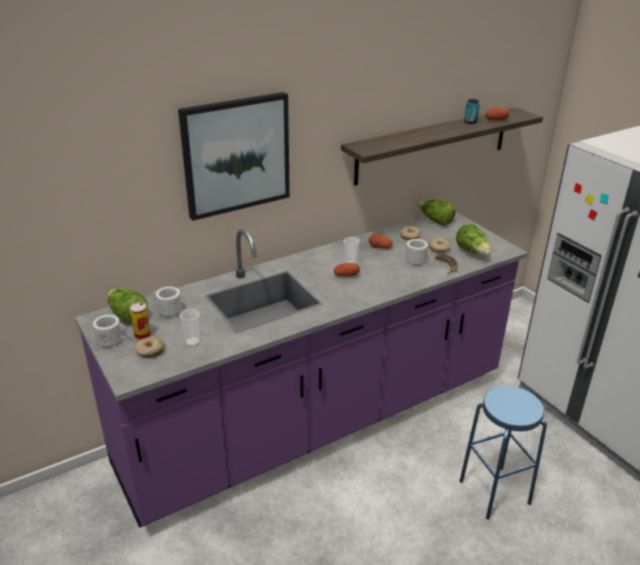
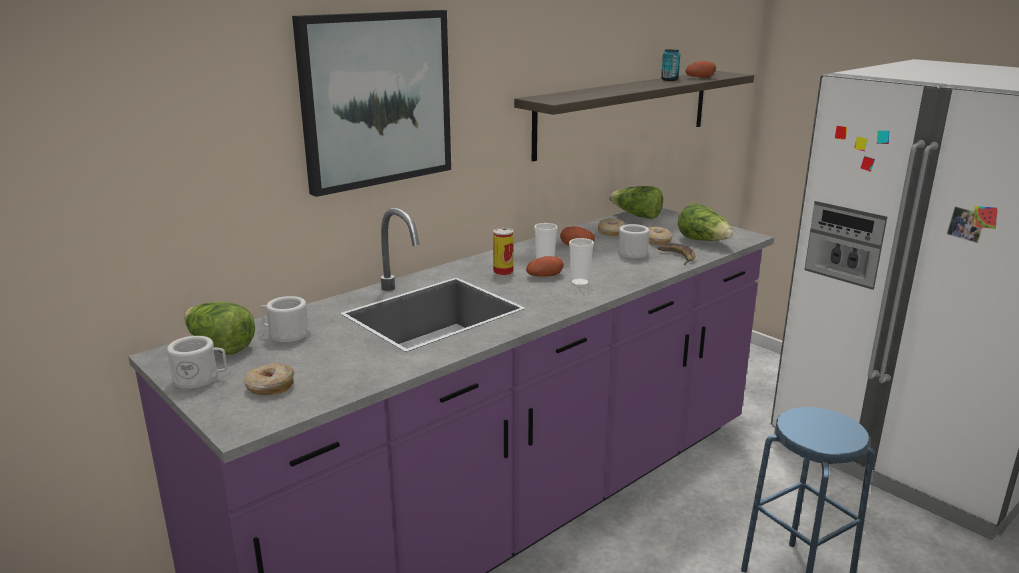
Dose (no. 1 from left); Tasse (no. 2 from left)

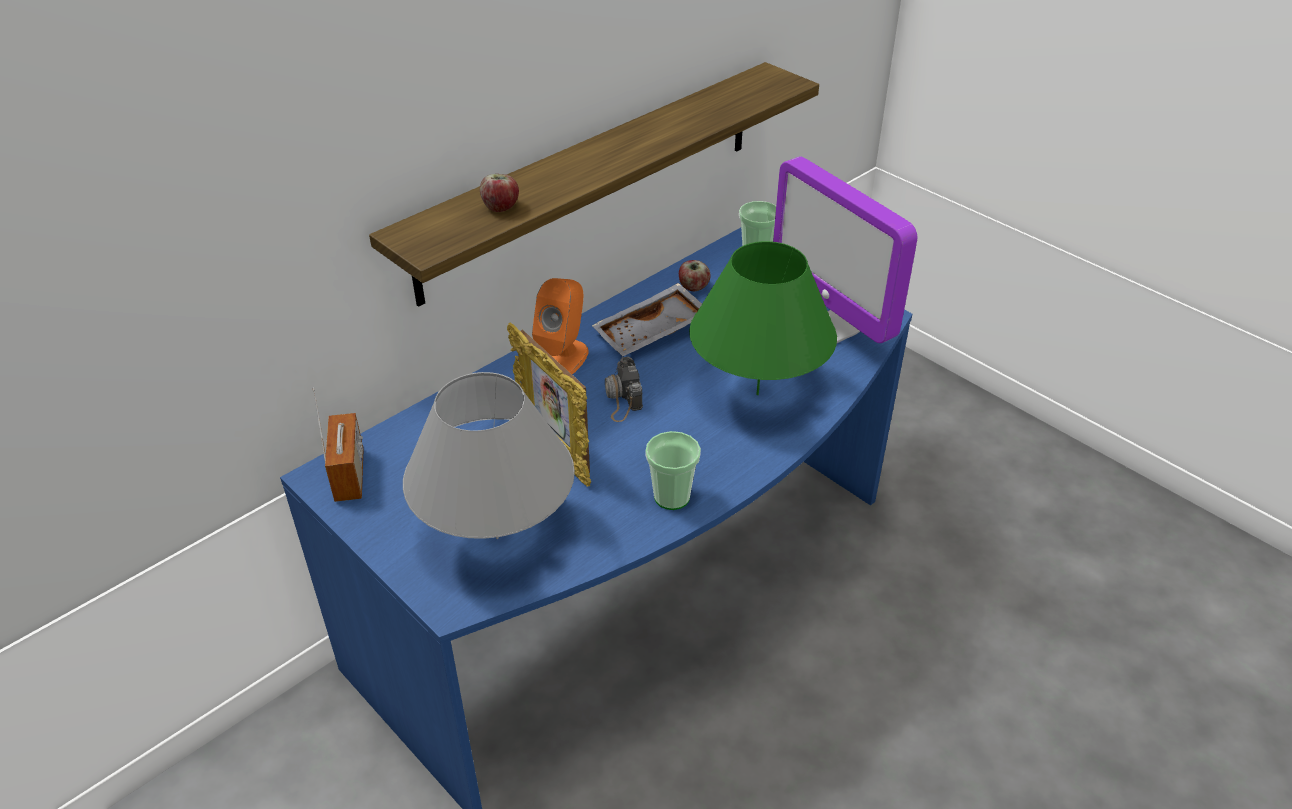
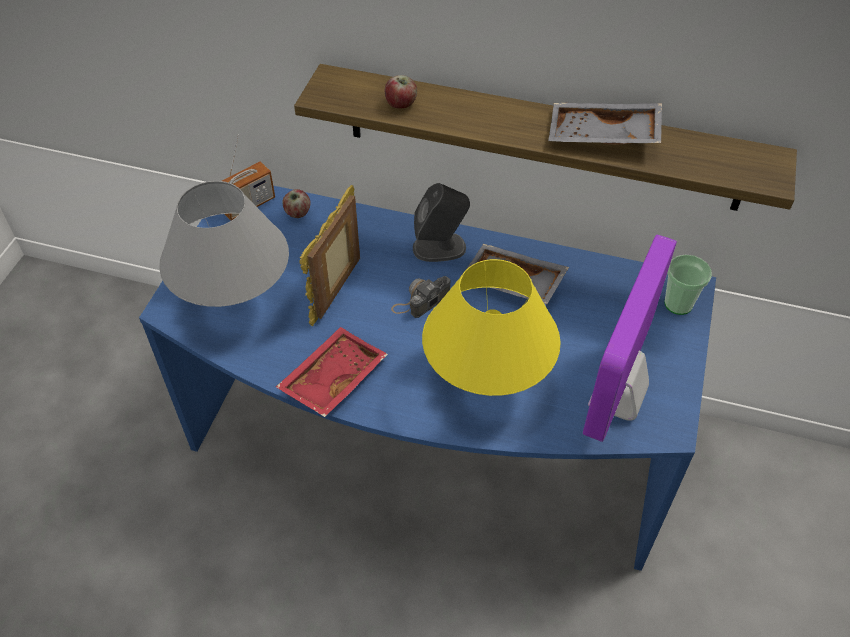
Tablett/grau (no. 2 from left); Apfel (no. 1 from left); Tablett/rot; Lautsprecher/grau; Tischlampe/gelb

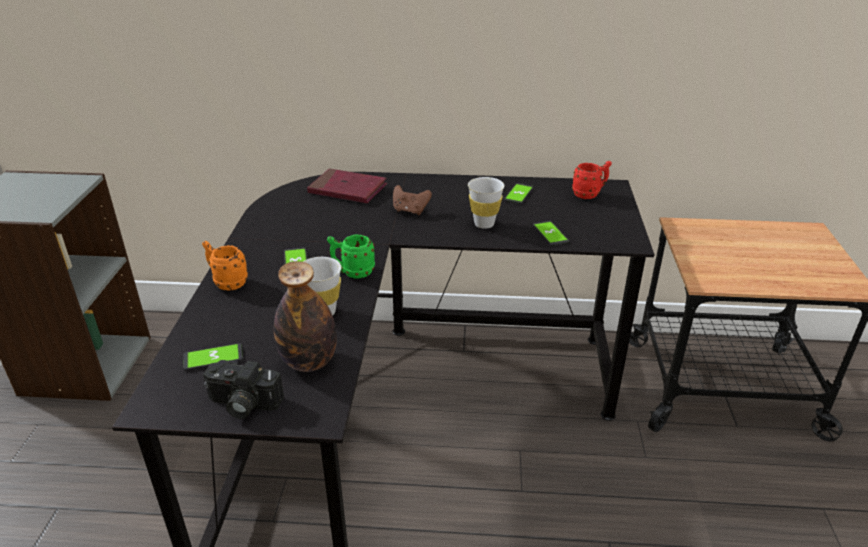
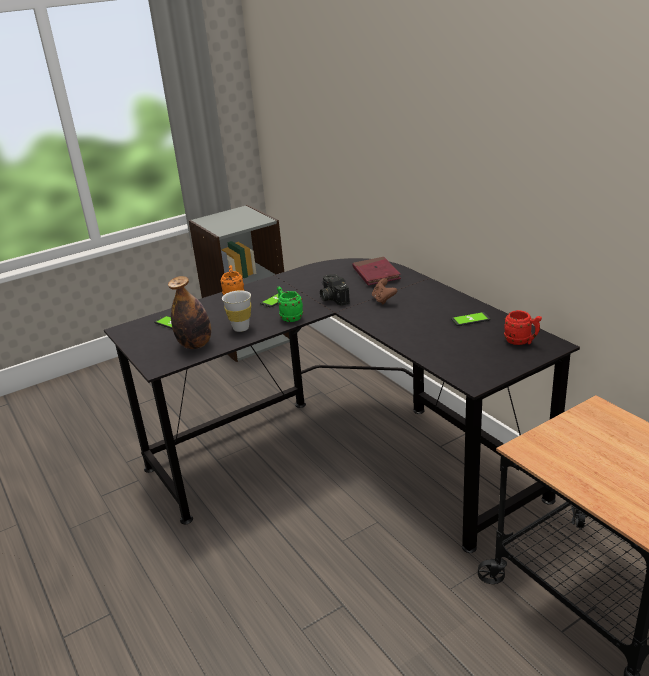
Tasse/weiß (no. 2 from left in the first image); Handy (no. 4 from left in the first image); Kamera

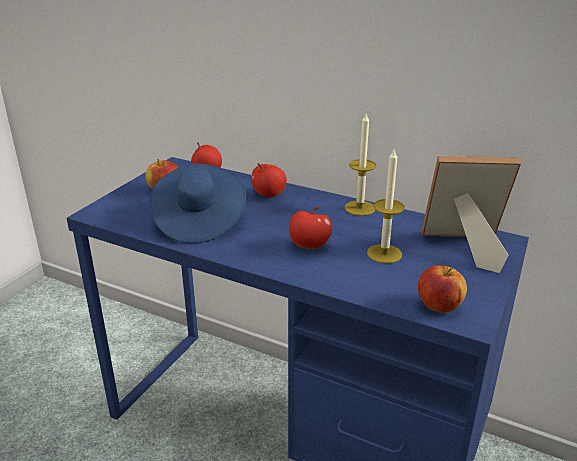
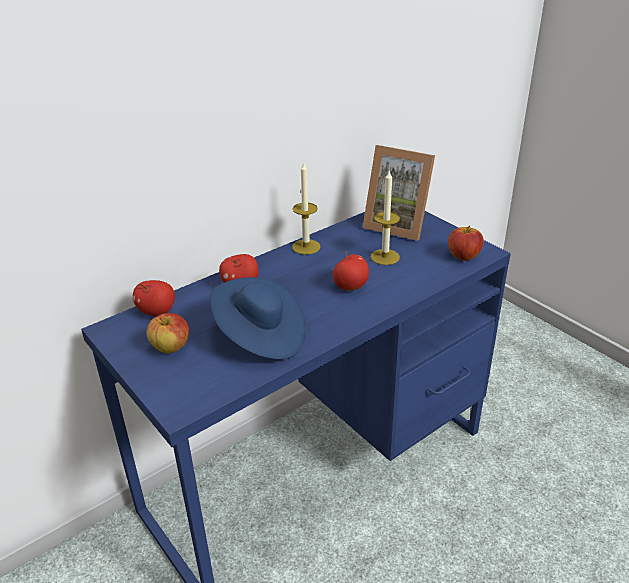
Bilderrahmen

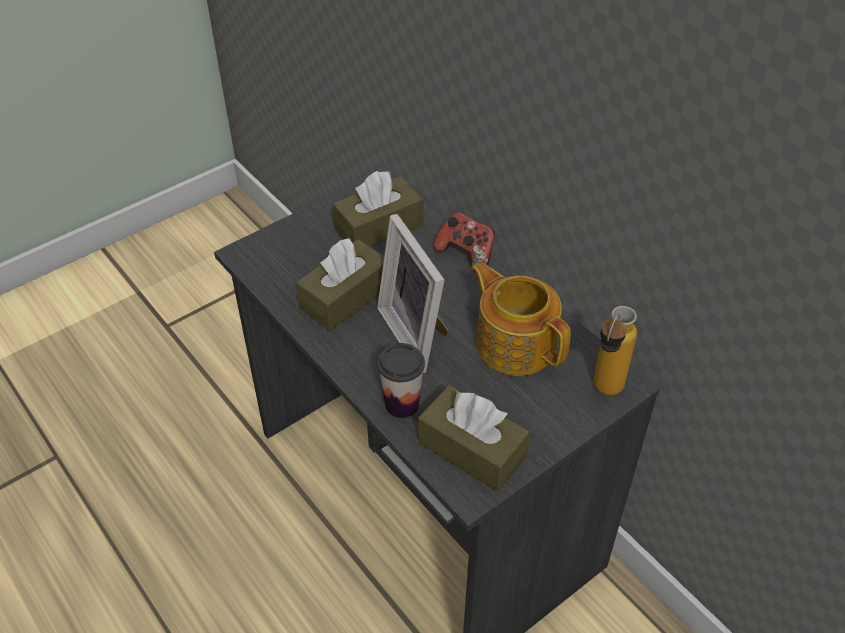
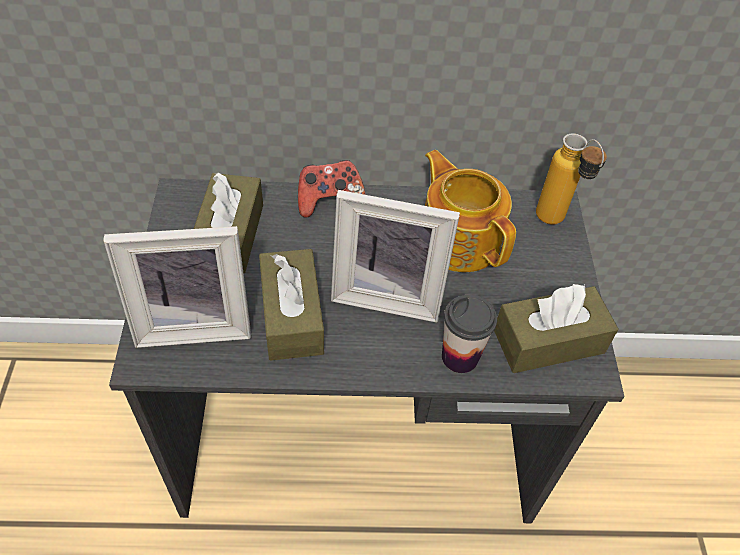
Bilderrahmen (no. 1 from left); Teekanne

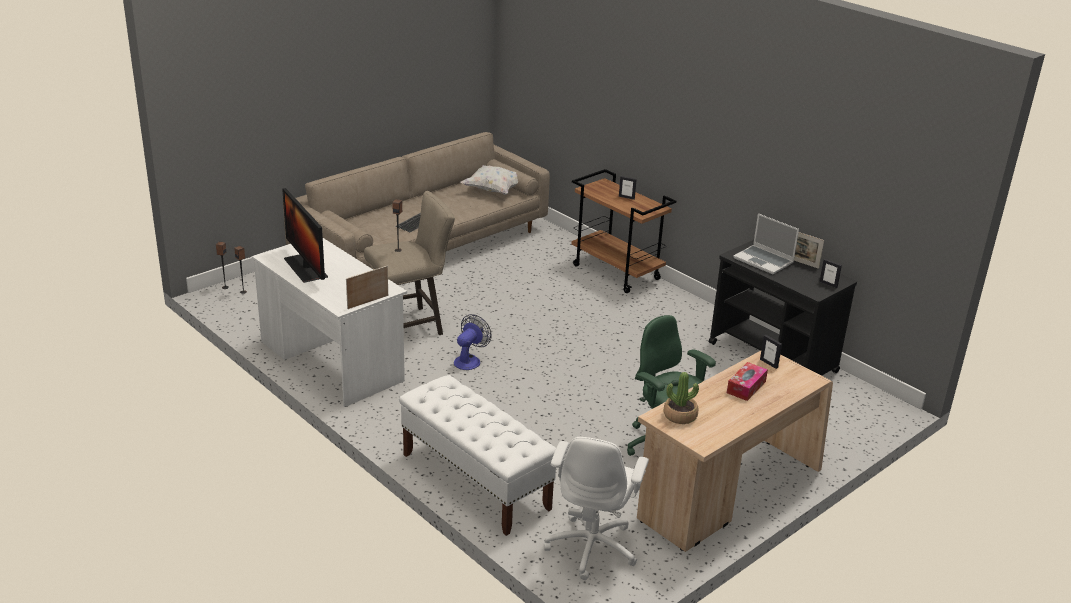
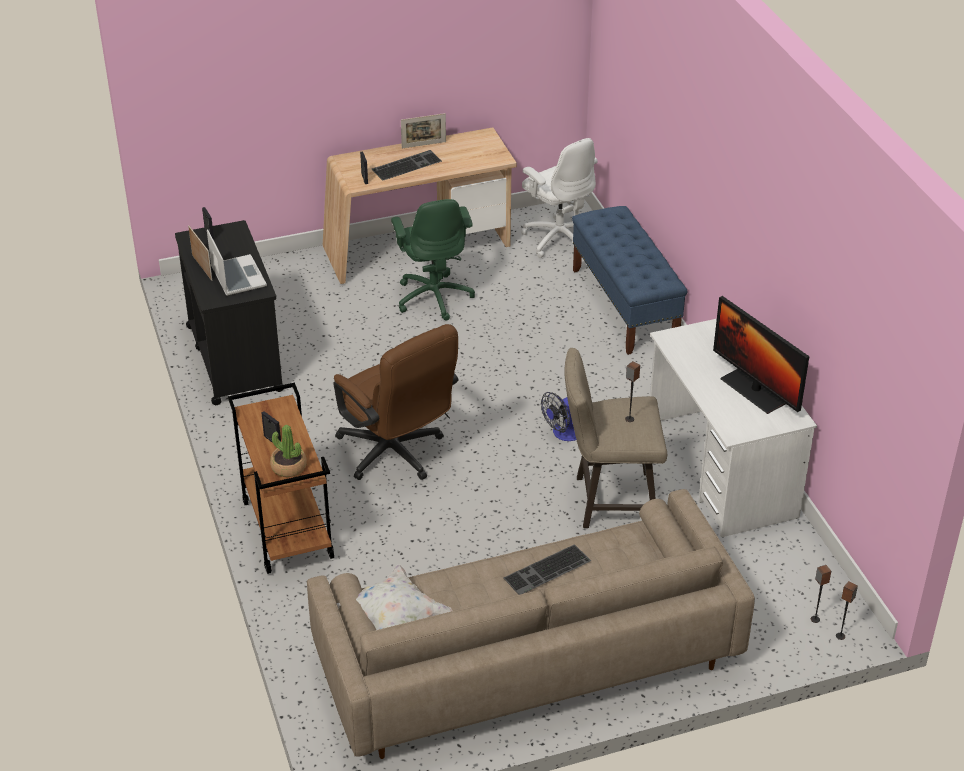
Bürostuhl/braun; Bilderrahmen (no. 5 from left); Topfpflanze; Tastatur (no. 1 from left); Bank/blau; Monitor; Bürostuhl/weiß

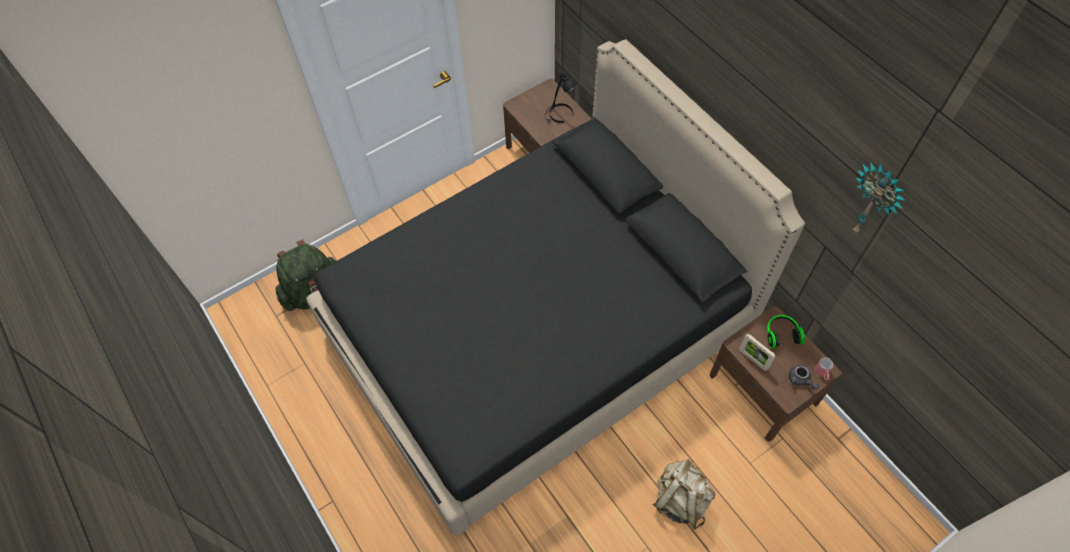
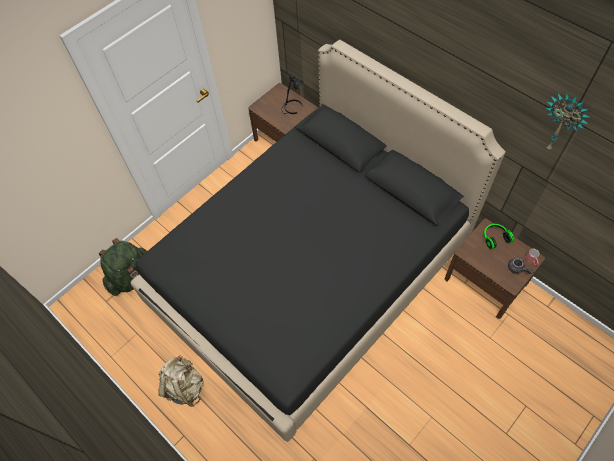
Bilderrahmen; Rucksack/beige

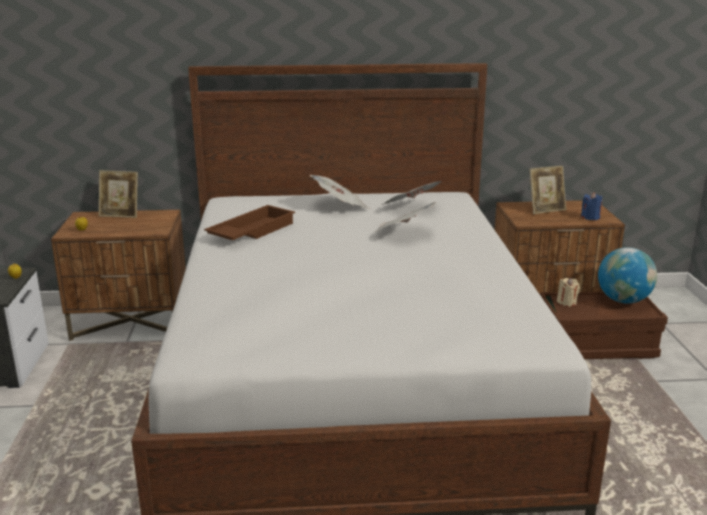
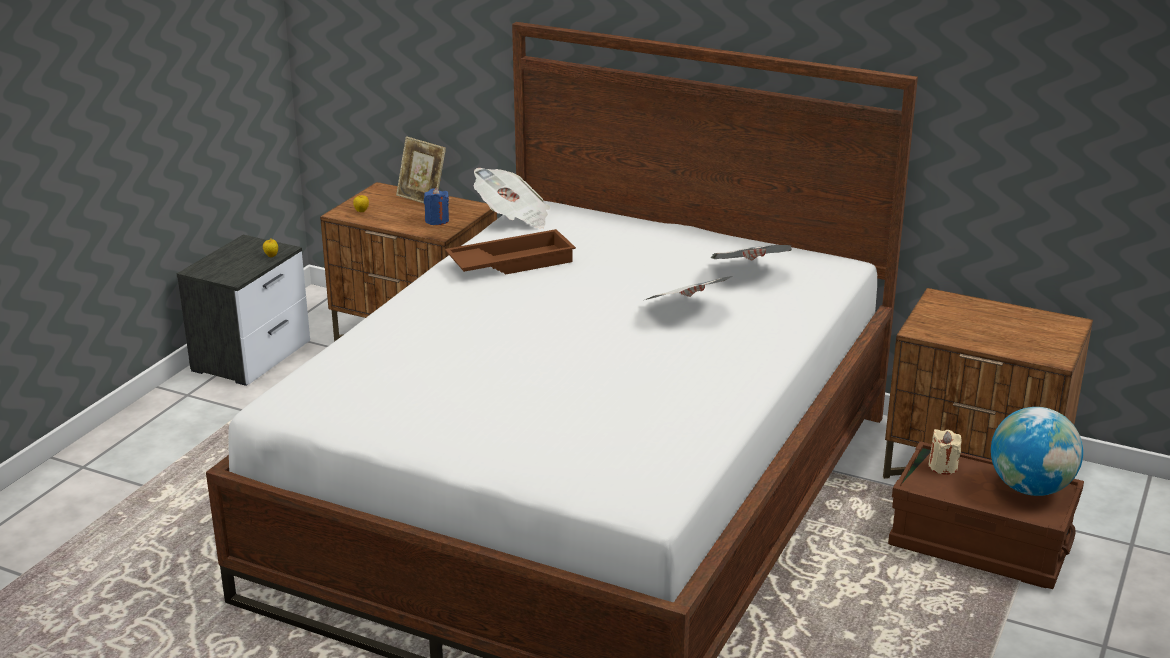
Bilderrahmen (no. 2 from left in the first image); Zeitung (no. 1 from left); Kerze/blau

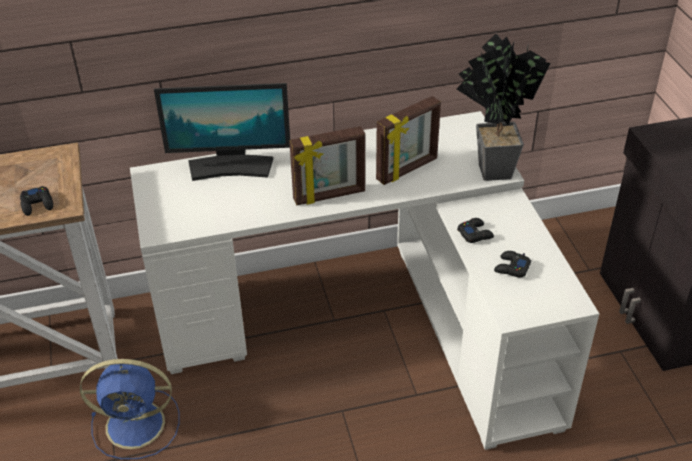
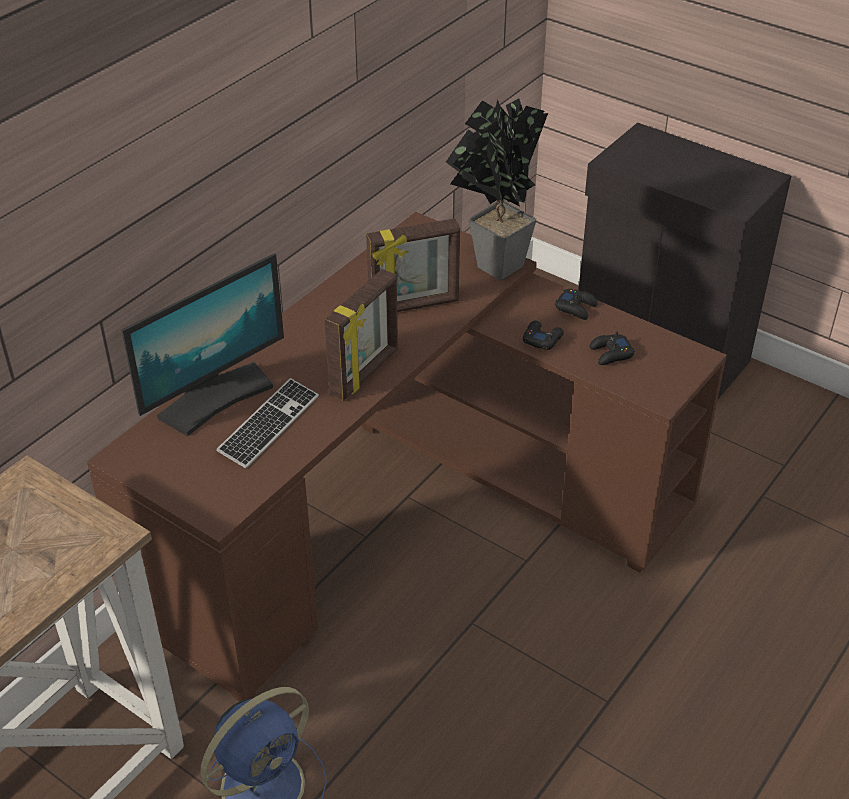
Tastatur; Gamepad/schwarz (no. 2 from left); Schreibtisch/braun; Bilderrahmen (no. 2 from left)

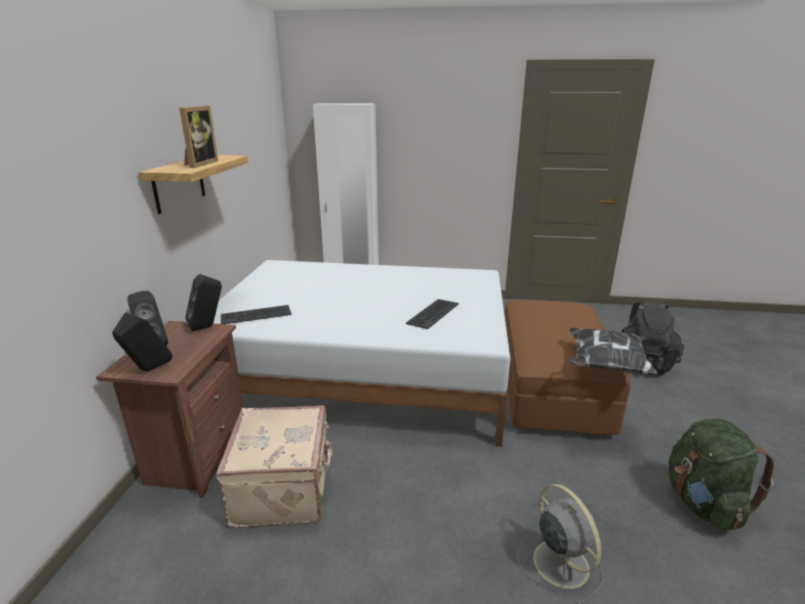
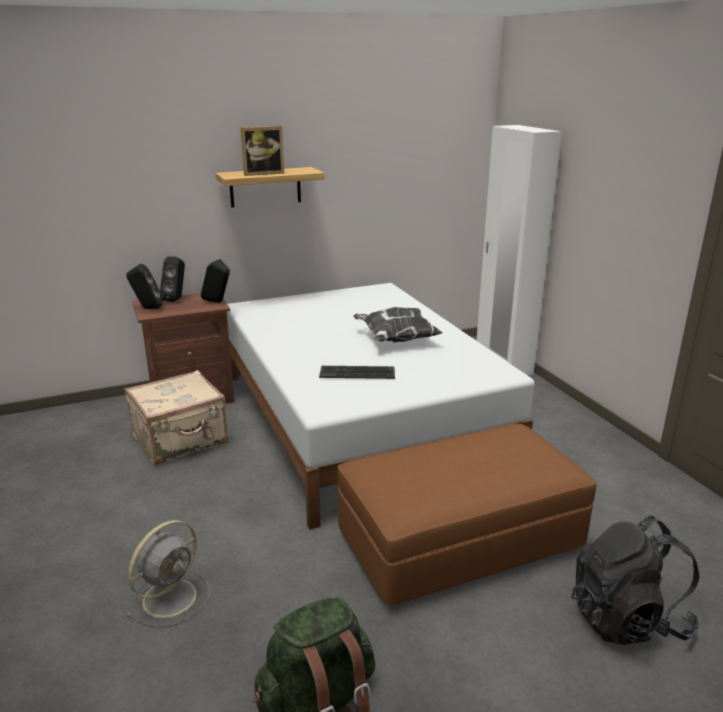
Tastatur (no. 1 from left in the first image); Kissen

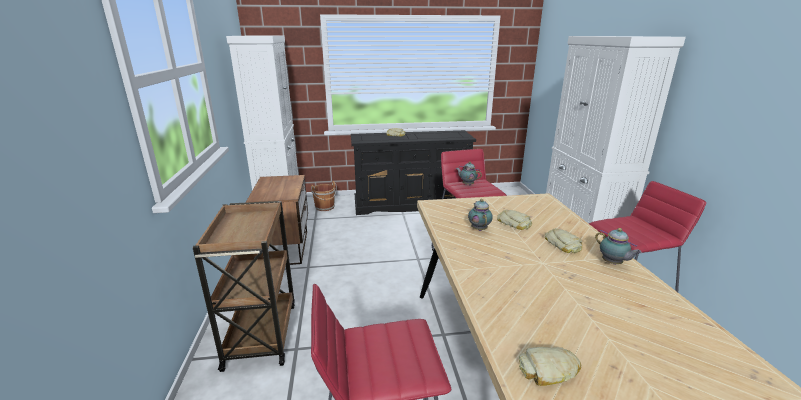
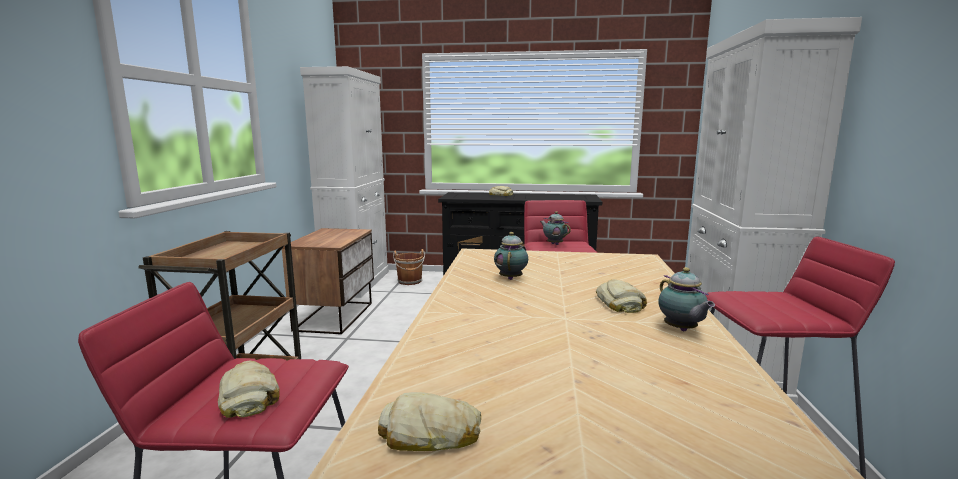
Brot (no. 1 from left)

